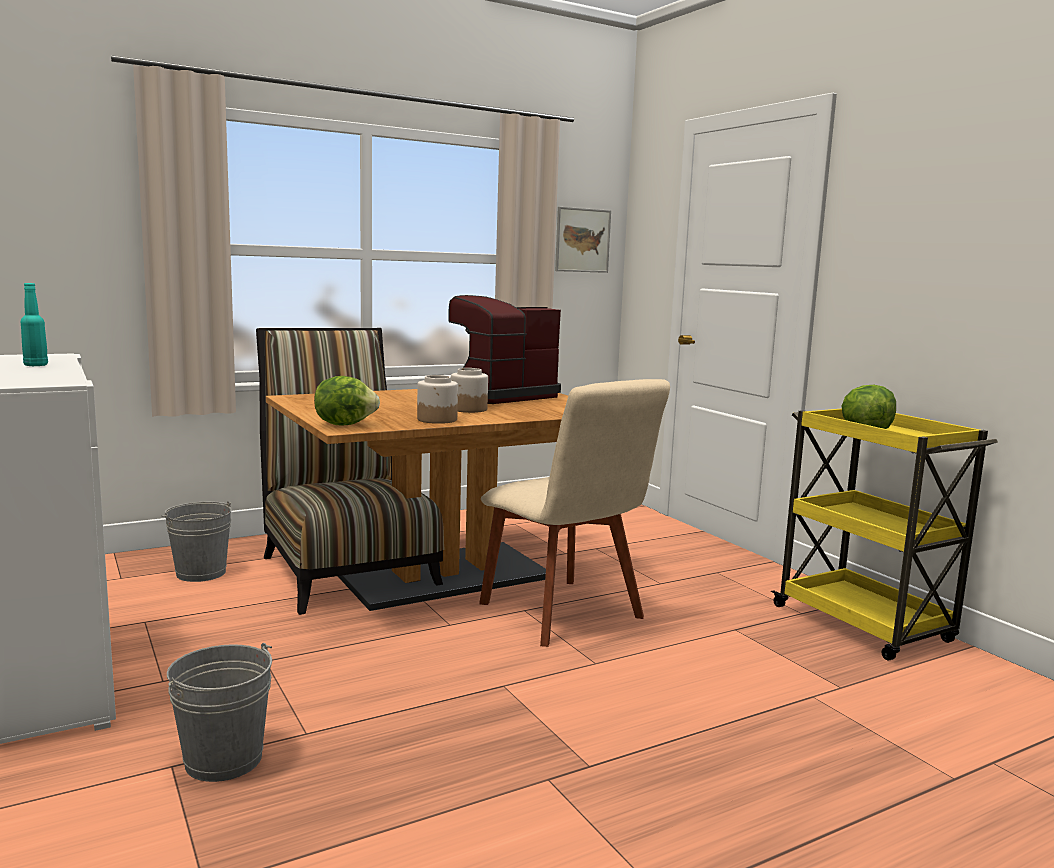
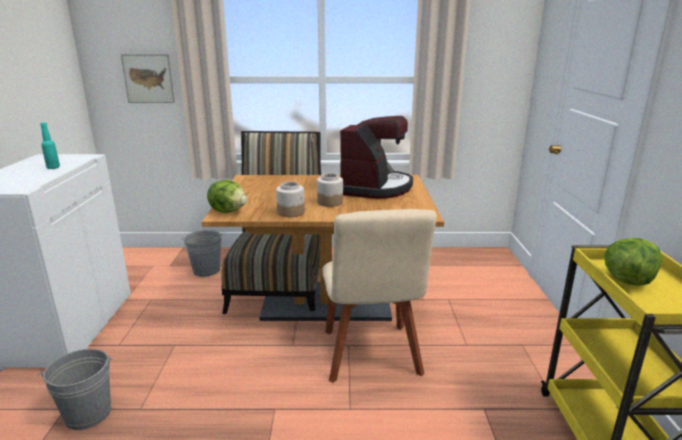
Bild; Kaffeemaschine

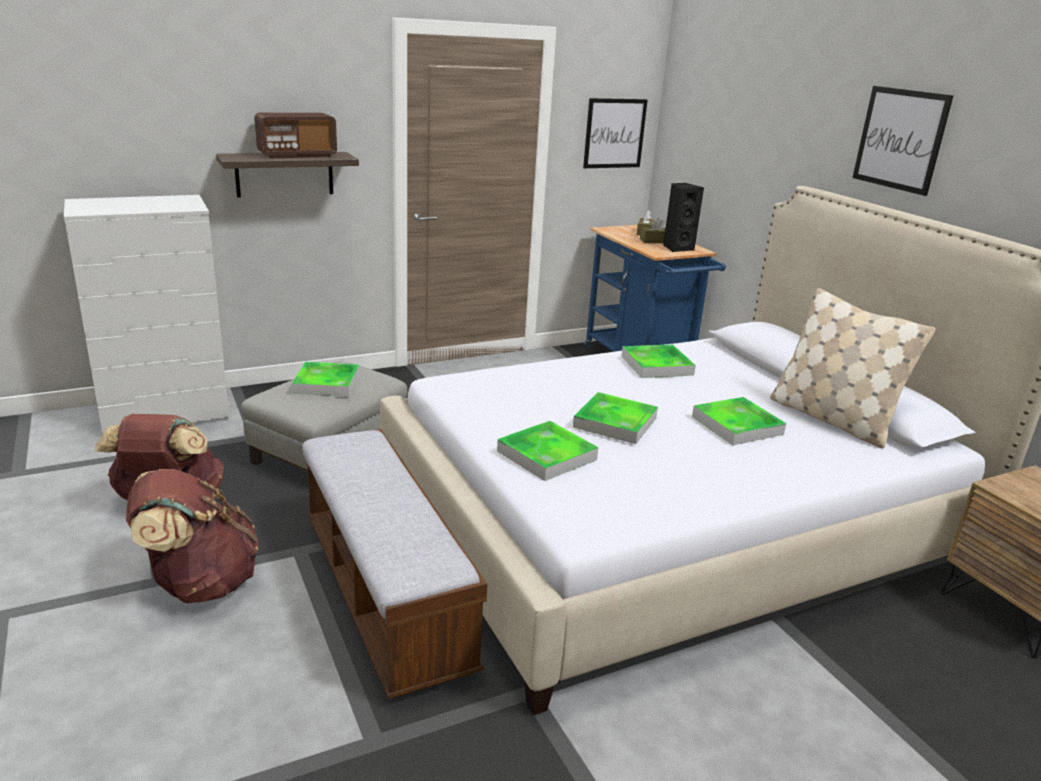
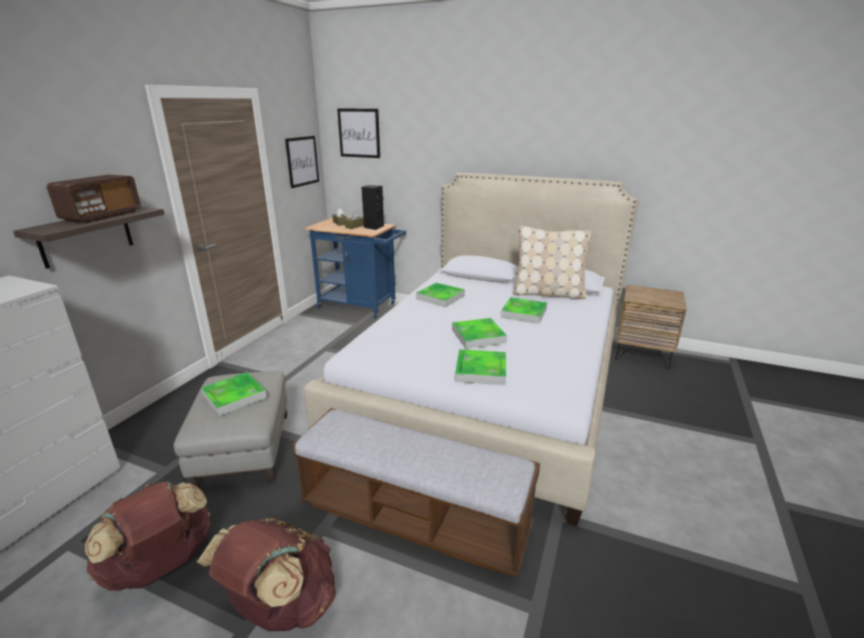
Bild (no. 2 from left)

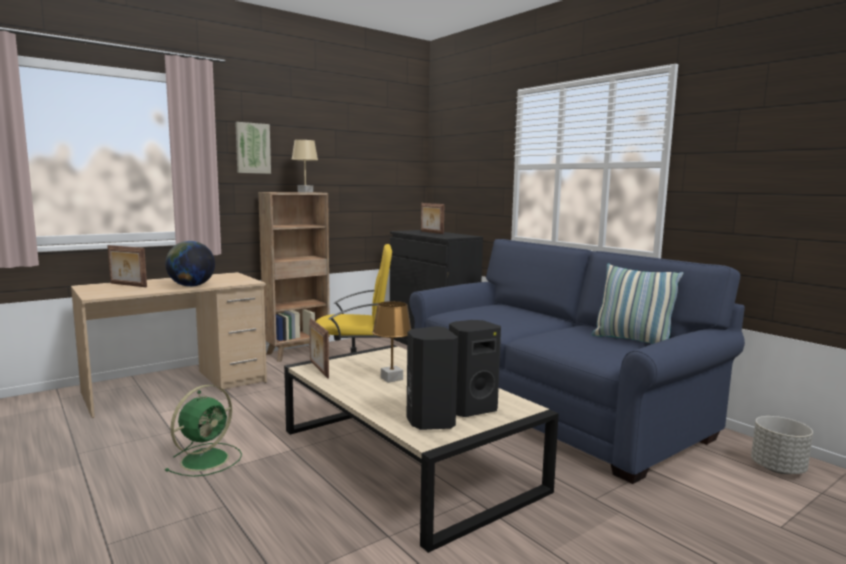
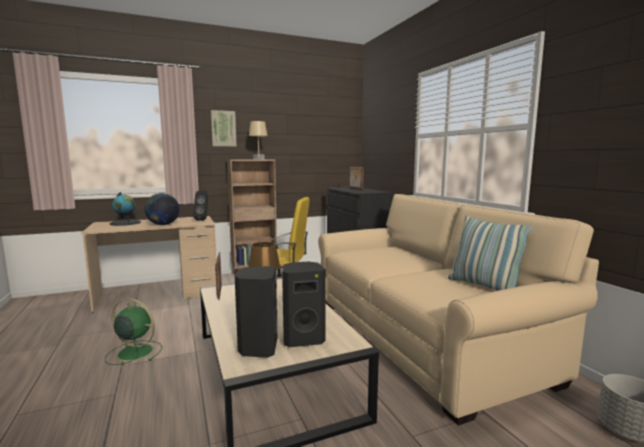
Lautsprecher/schwarz (no. 1 from left); Globus (no. 1 from left); Sofa/beige; Ventilator/grün

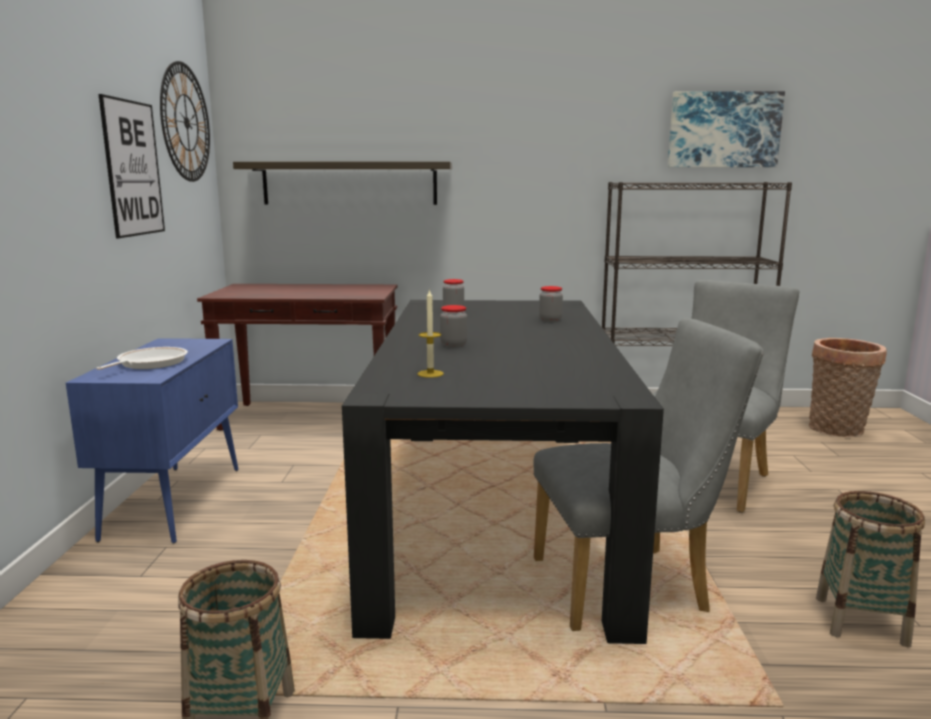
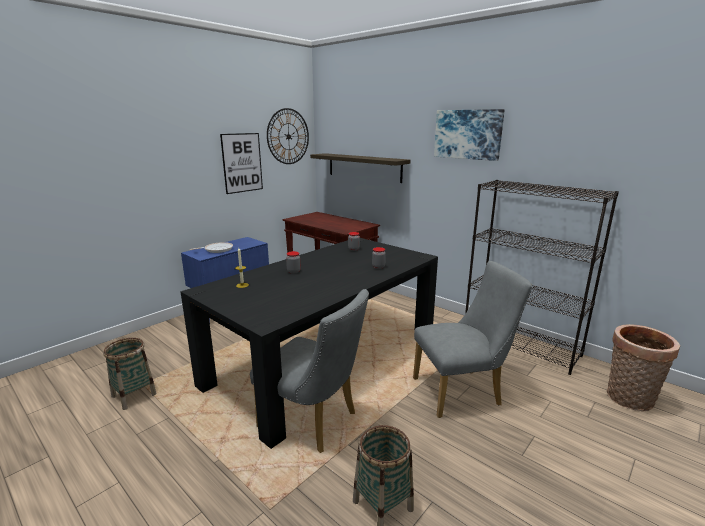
Bild (no. 2 from left)

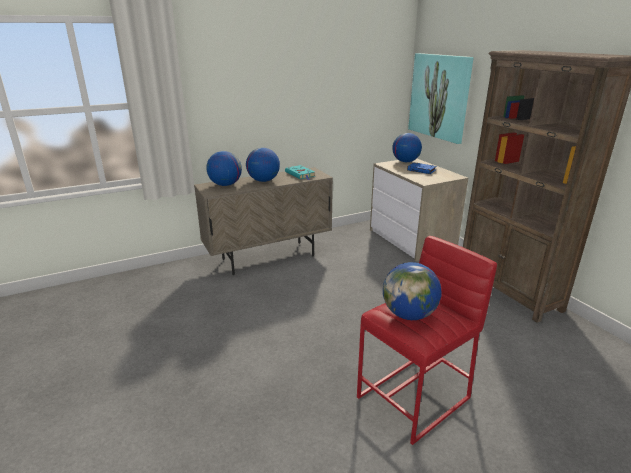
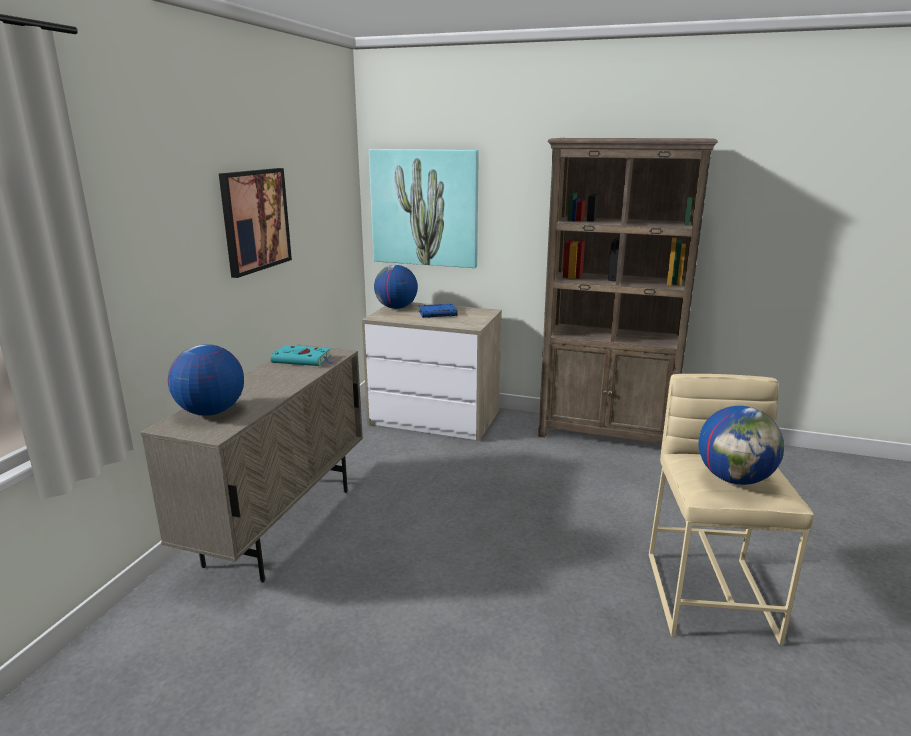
Globus (no. 2 from left in the first image); Bild (no. 1 from left); Hocker/beige

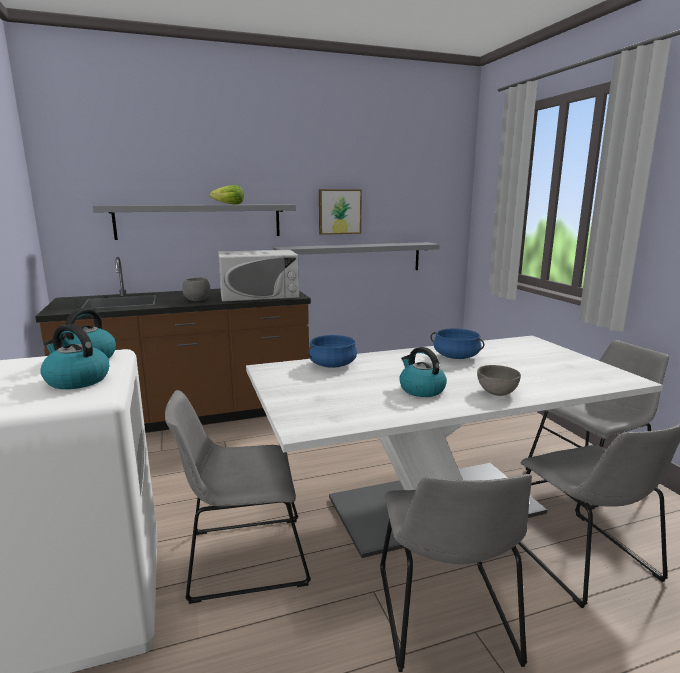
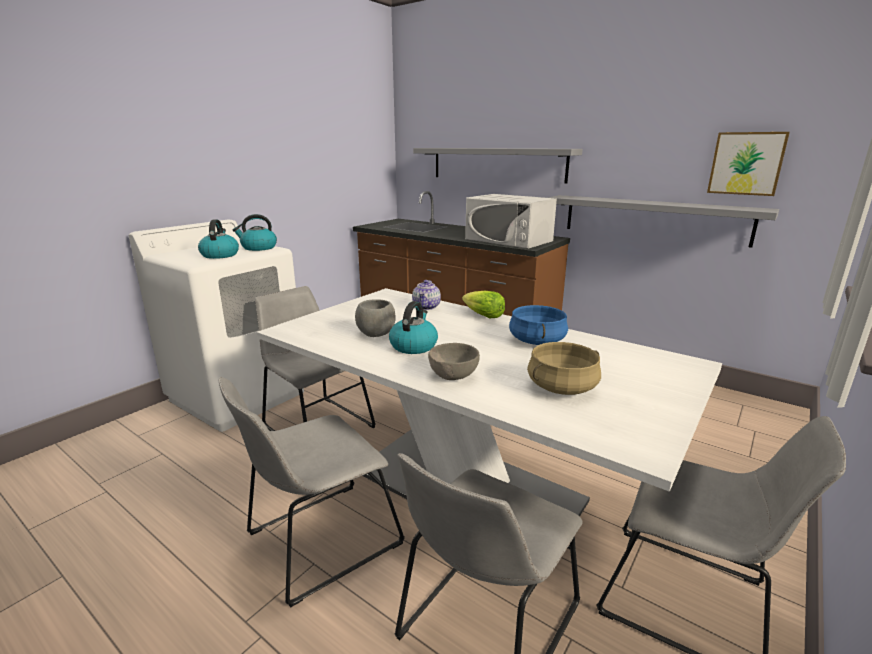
Kochtopf/beige; Schüssel/grau (no. 1 from left); Salatkopf; Bild; Teekanne

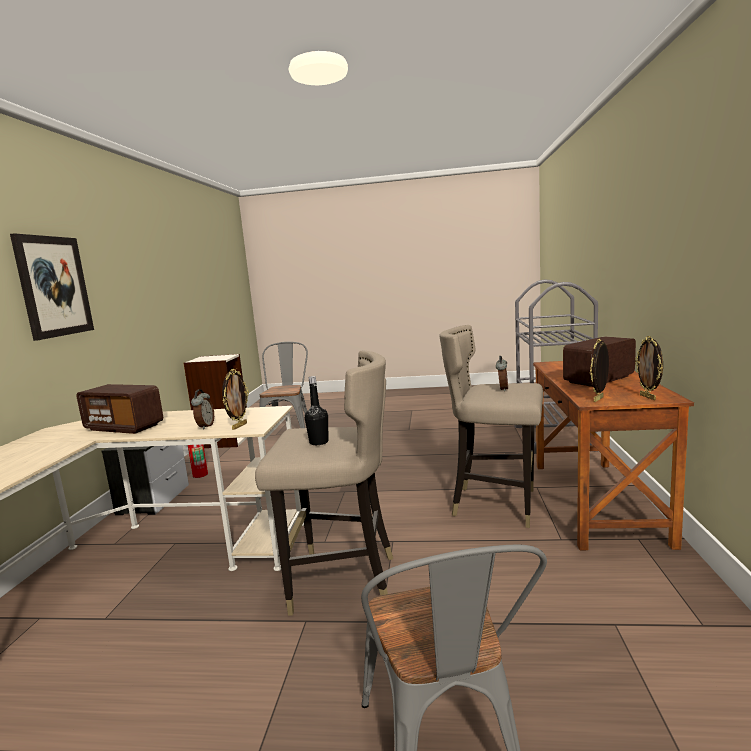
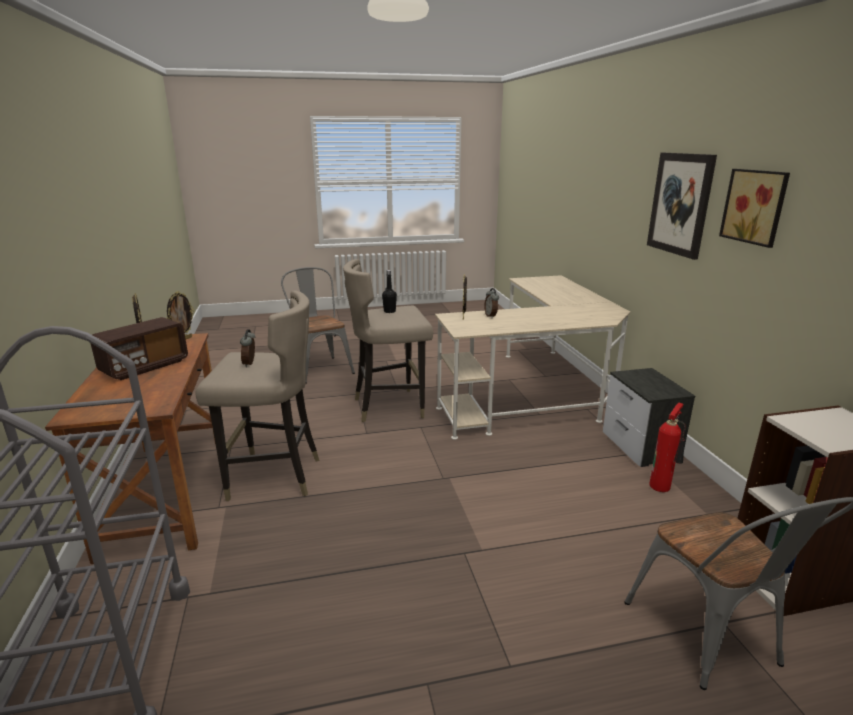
Radio (no. 1 from left in the first image); Bild (no. 2 from left)

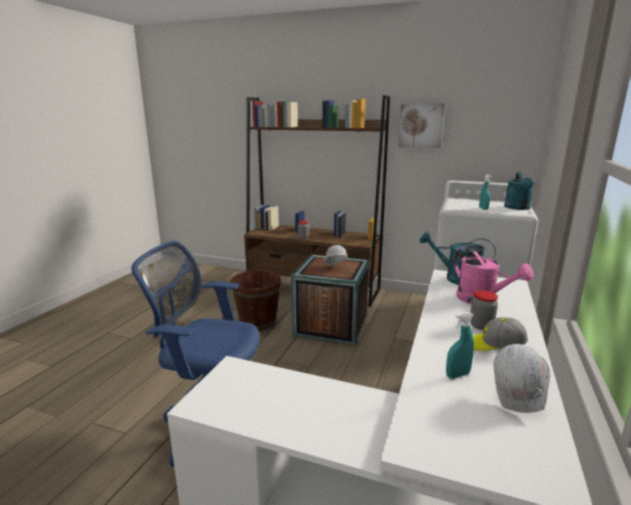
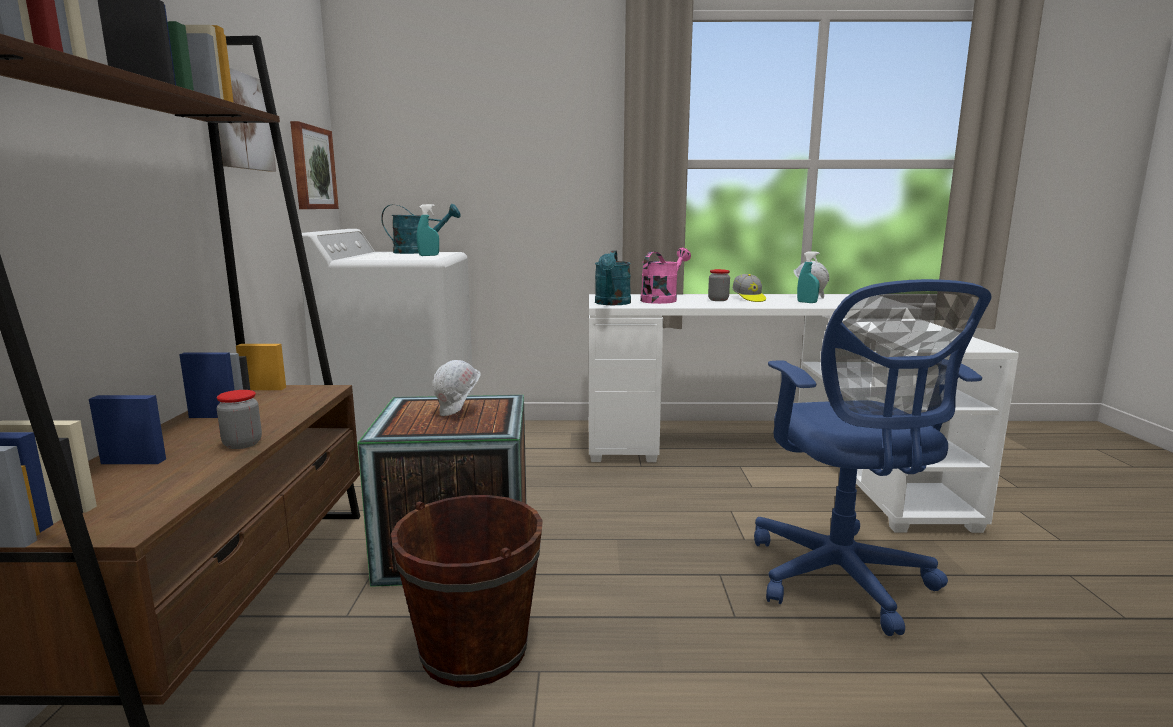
Bild (no. 2 from left)

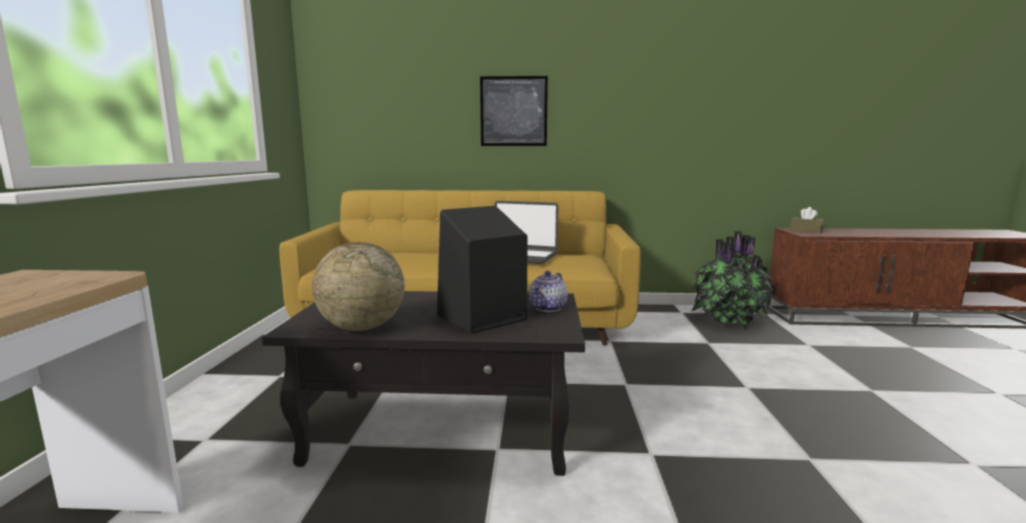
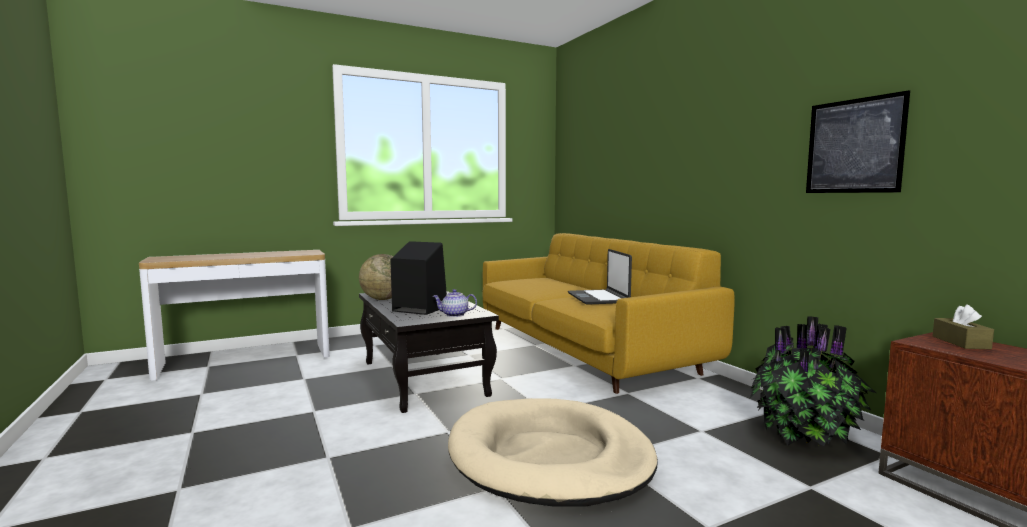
Hundebett/beige; Bild

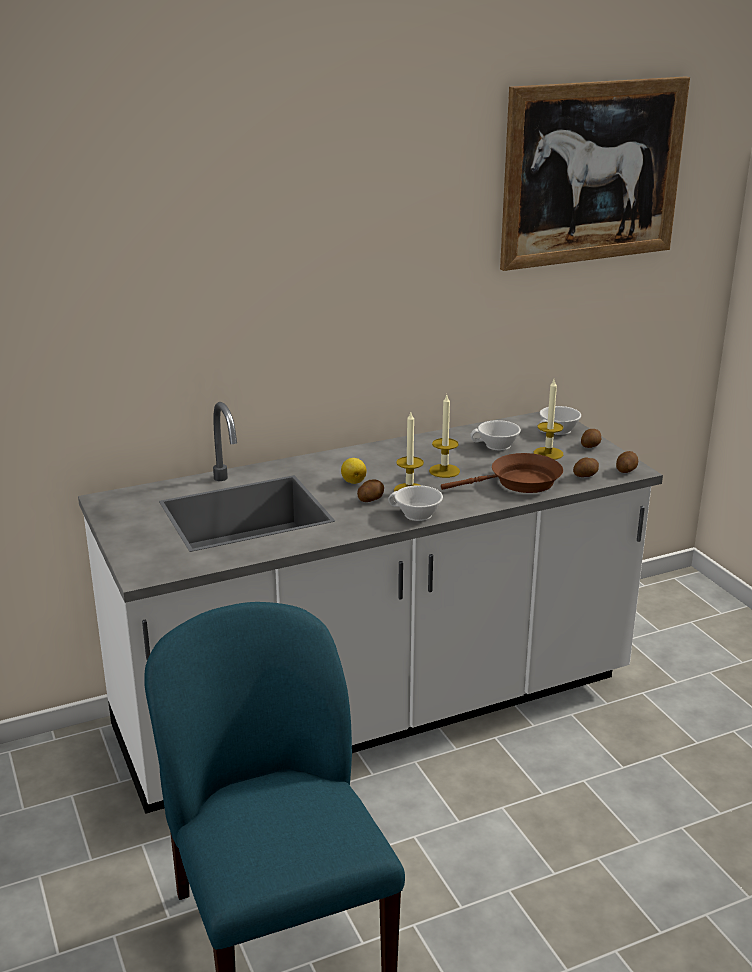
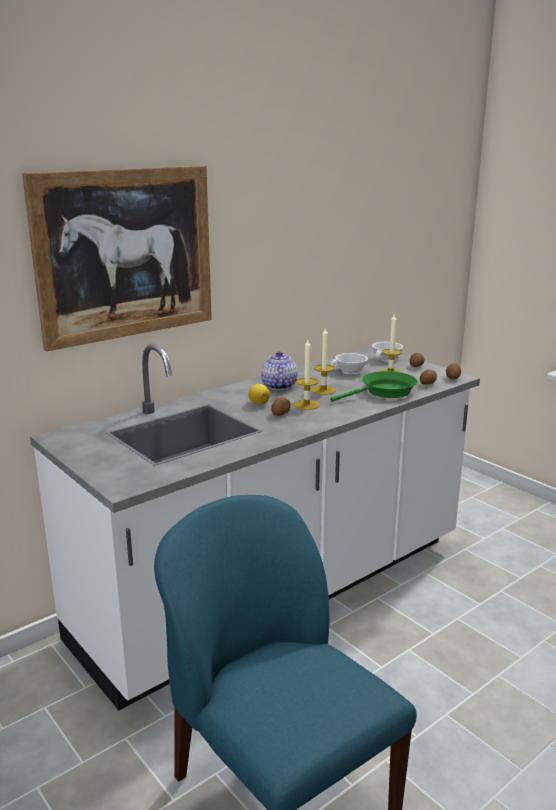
Tasse/weiß (no. 1 from left in the first image); Teekanne; Bild; Pfanne/grün

